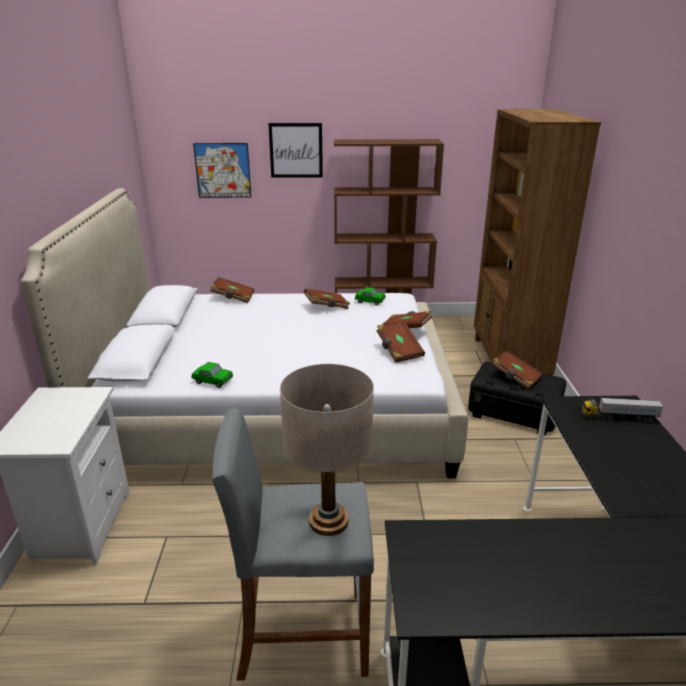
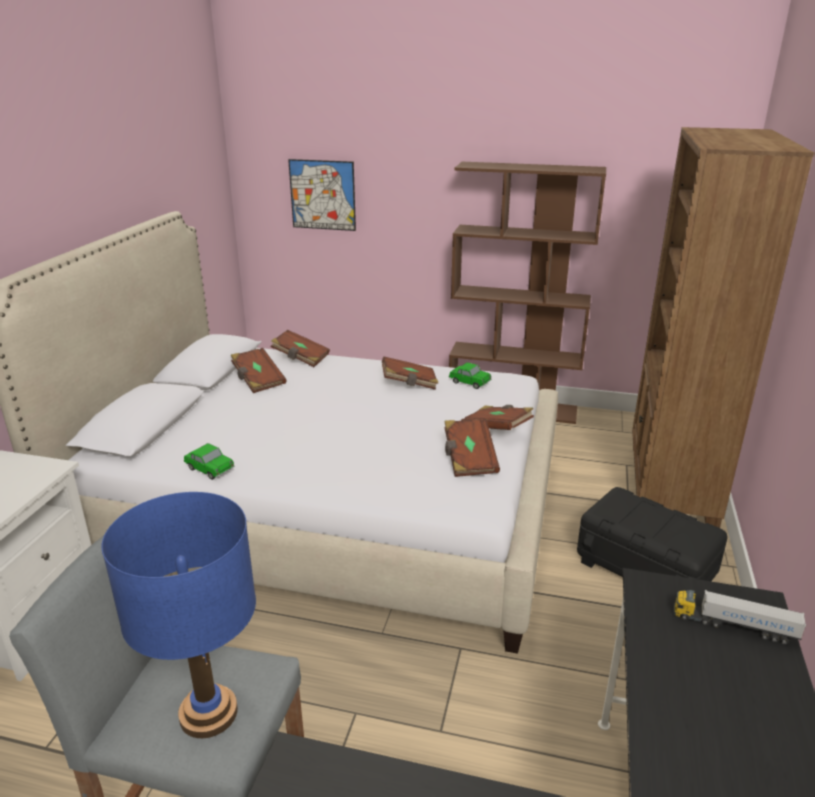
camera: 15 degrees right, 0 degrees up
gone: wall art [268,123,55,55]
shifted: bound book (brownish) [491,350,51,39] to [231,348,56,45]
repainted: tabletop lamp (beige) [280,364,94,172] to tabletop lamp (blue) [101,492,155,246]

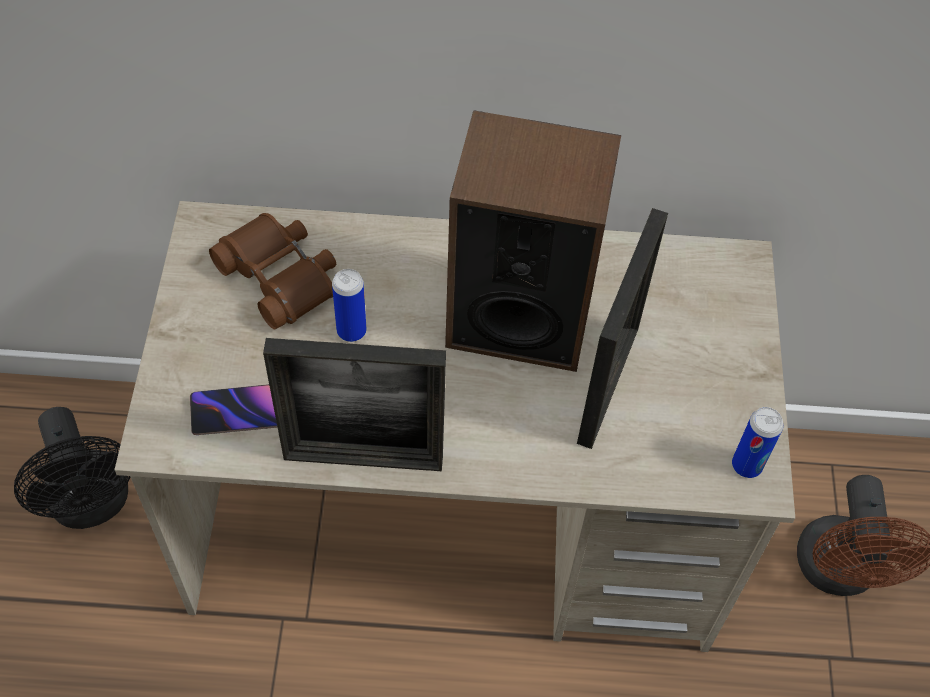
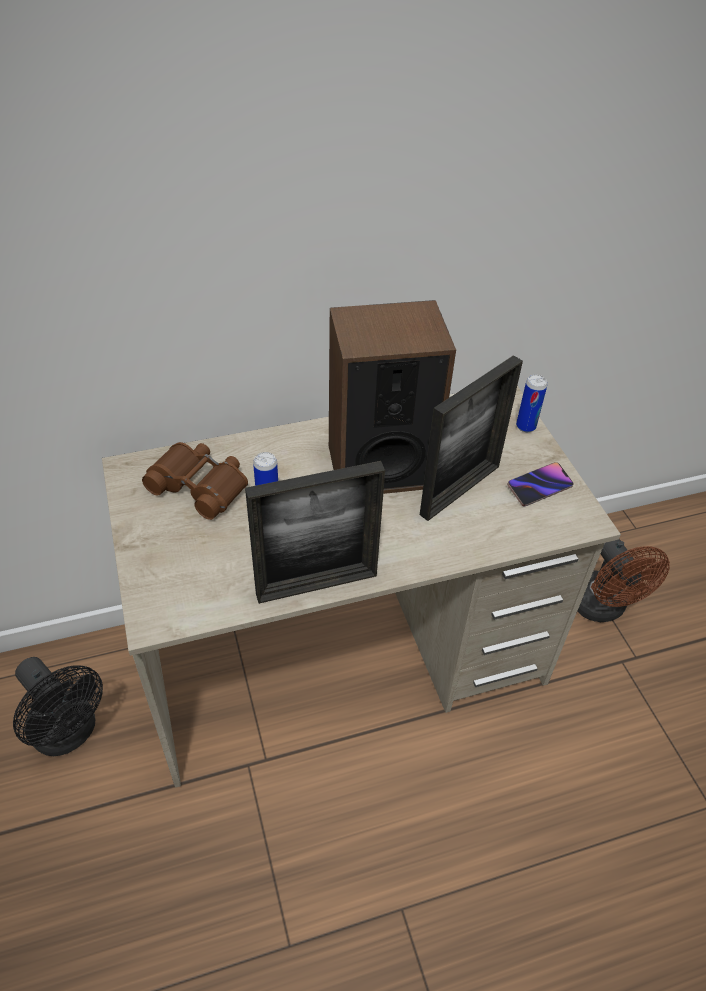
camera: 20 degrees left, 10 degrees down
shifted: telephone [190,384,88,51] to [507,462,67,45]; can [732,407,51,71] to [516,375,31,57]
rotated: standing frame [577,208,91,241] = [420,355,103,166] 45 degrees clockwise

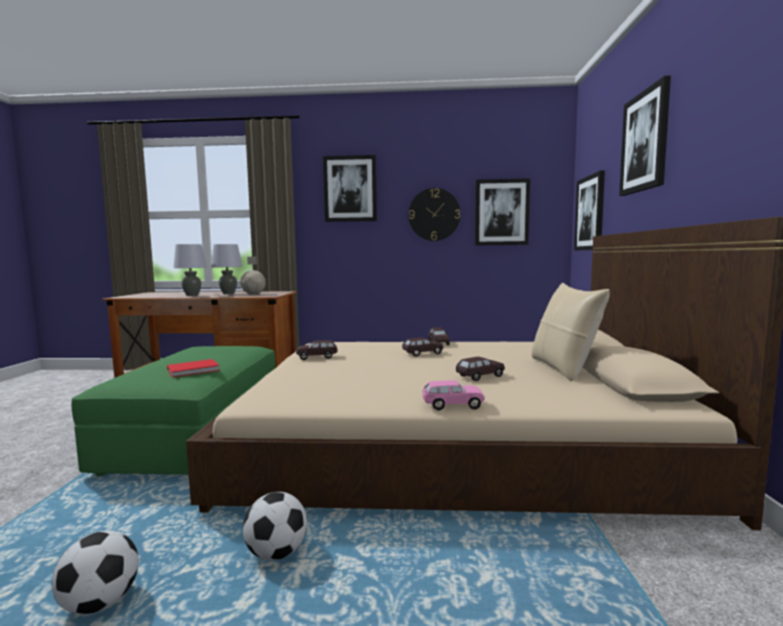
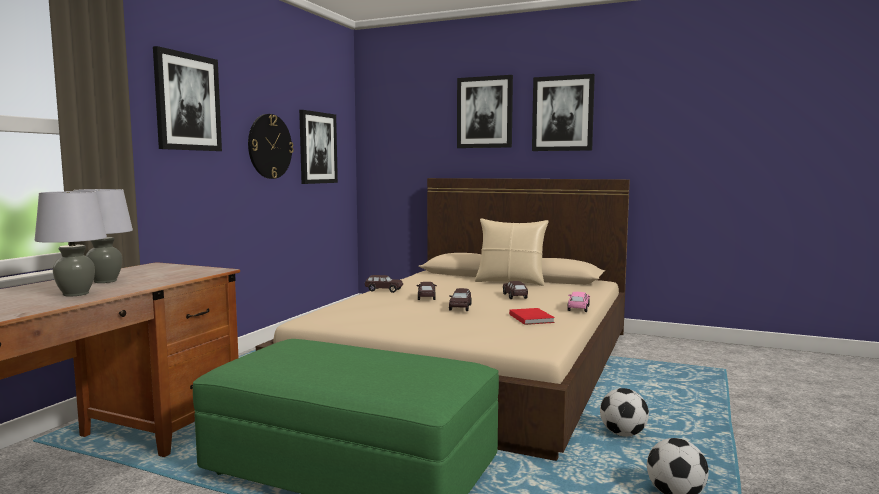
camera: 70 degrees left, 0 degrees up
gone: globe [240,257,26,38]
shifted: bound book (red-coloured) [167,359,53,19] to [509,308,46,17]; toy car (brownish) [296,340,41,20] to [449,288,23,23]; wall art [574,170,31,81] to [532,74,63,77]

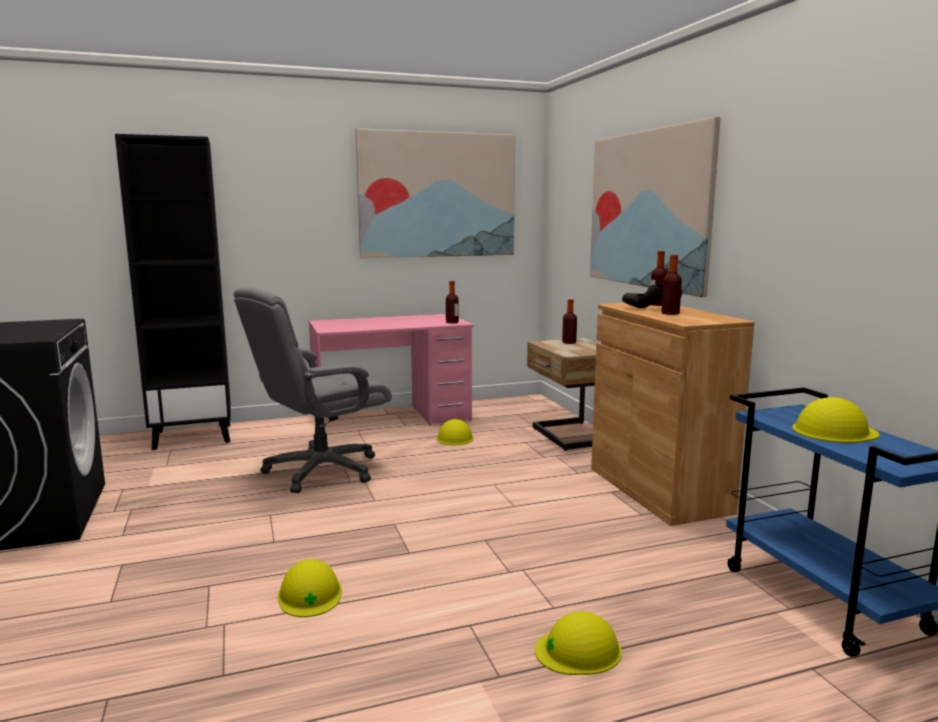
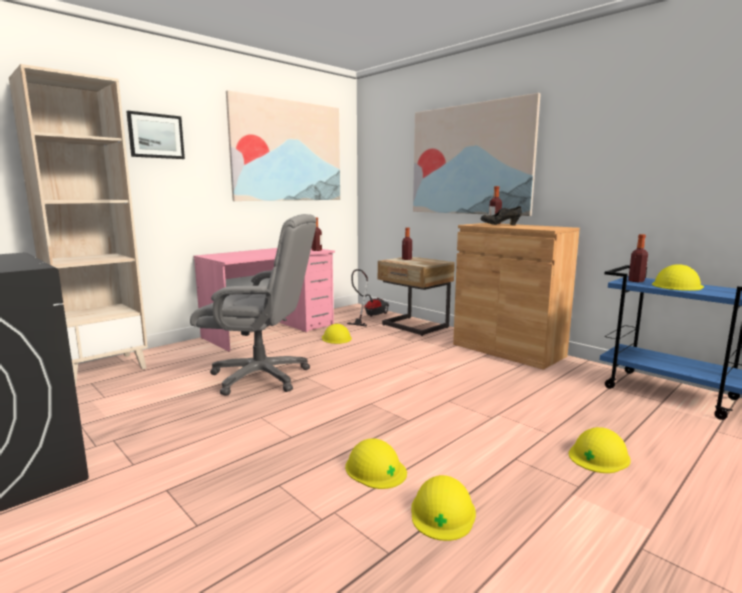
camera: 25 degrees left, 0 degrees up
new: wall art [126,111,59,48]; vacuum cleaner [347,269,42,57]; safety helmet (yellow-coloured) [411,475,65,66]
shifted: drink bottle [662,255,20,60] to [628,234,20,48]
repainted: bookshelf (black-coloured) [115,134,116,316] to bookshelf (beige) [9,64,139,322]
rotated: computer chair (greyish) [233,287,159,206] = [190,214,127,182] 105 degrees counterclockwise

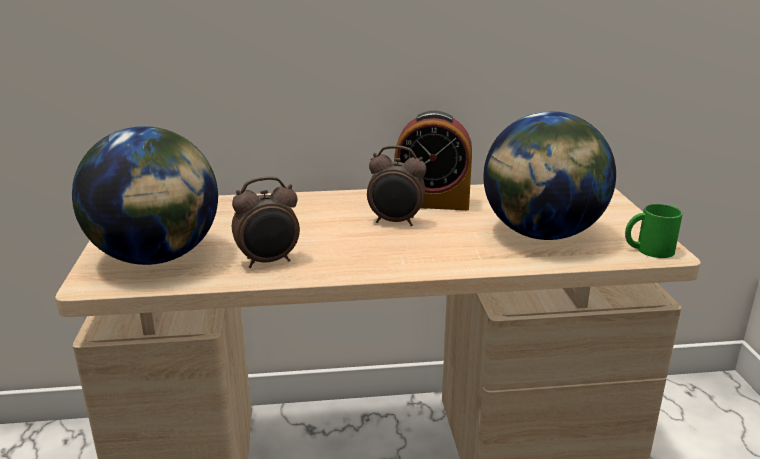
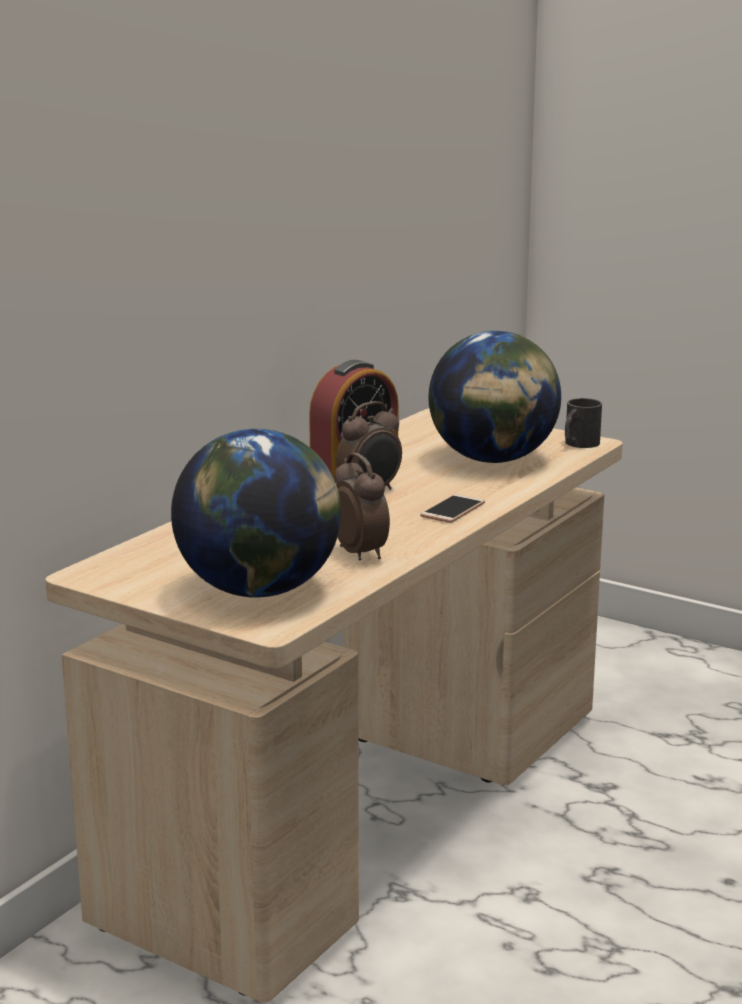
camera: 50 degrees left, 5 degrees down
new: telephone [420,494,65,29]
repainted: mug (greenish) [625,204,58,54] to mug (black-coloured) [565,398,37,50]
rotated: alarm clock [232,176,68,92] = [335,453,55,108] 45 degrees counterclockwise

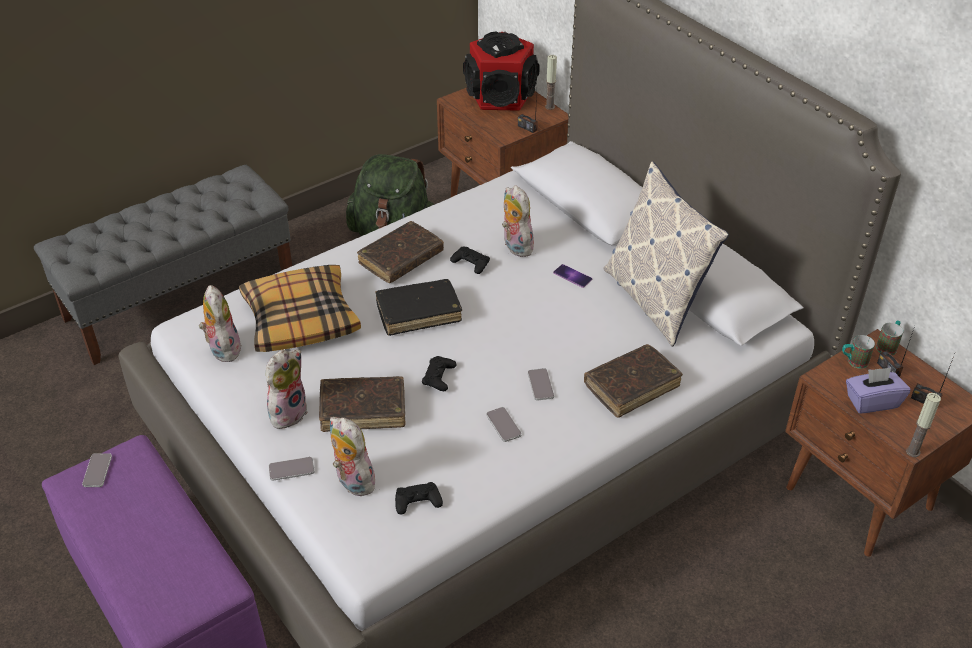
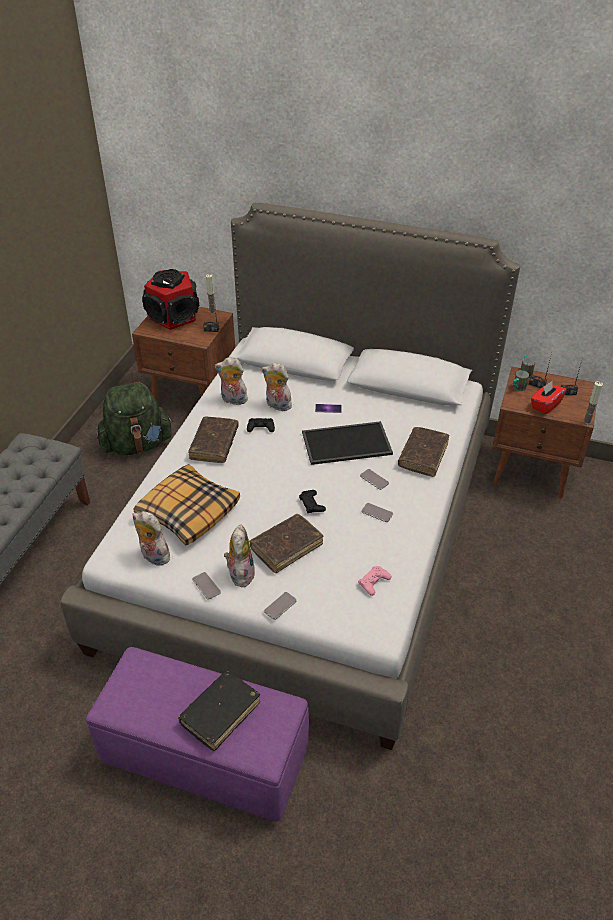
camera: 35 degrees left, 0 degrees up
gone: cushion [603,161,126,186]
new: serving tray [302,421,91,44]
shifted: telephone [82,453,30,34] to [192,572,29,28]; cuddly toy [330,417,45,79] to [215,358,33,47]; bound book (black-coloured) [375,279,87,57] to [178,671,82,80]
repainted: gamepad (black-coloured) [395,482,48,33] to gamepad (pink) [358,566,34,30]; tissue box (purple) [846,367,65,47] to tissue box (red-coloured) [531,381,36,34]

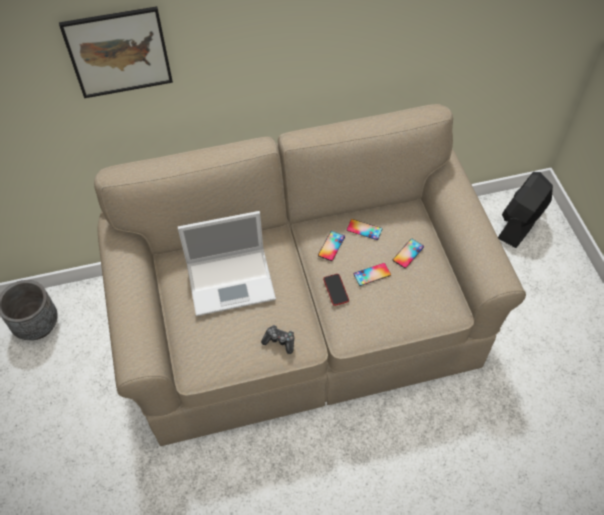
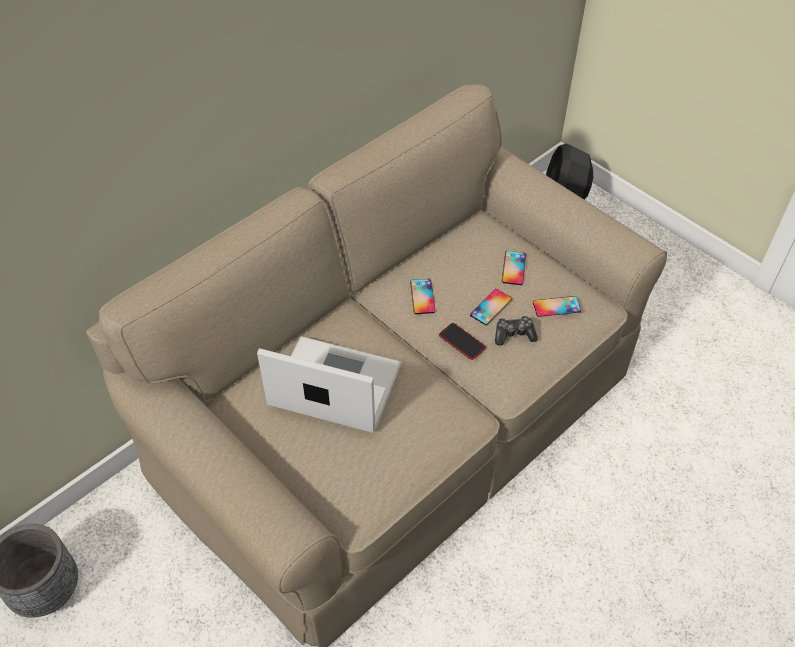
camera: 30 degrees left, 5 degrees down
gone: wall art [59,6,114,92]
shifted: gamepad [261,325,33,29] to [495,316,43,30]; telephone [347,219,35,21] to [533,296,48,21]
rotated: notebook computer [178,211,98,105] = [257,336,144,97] 120 degrees counterclockwise

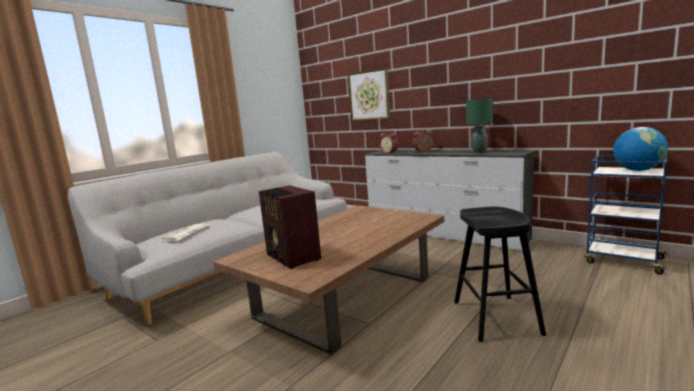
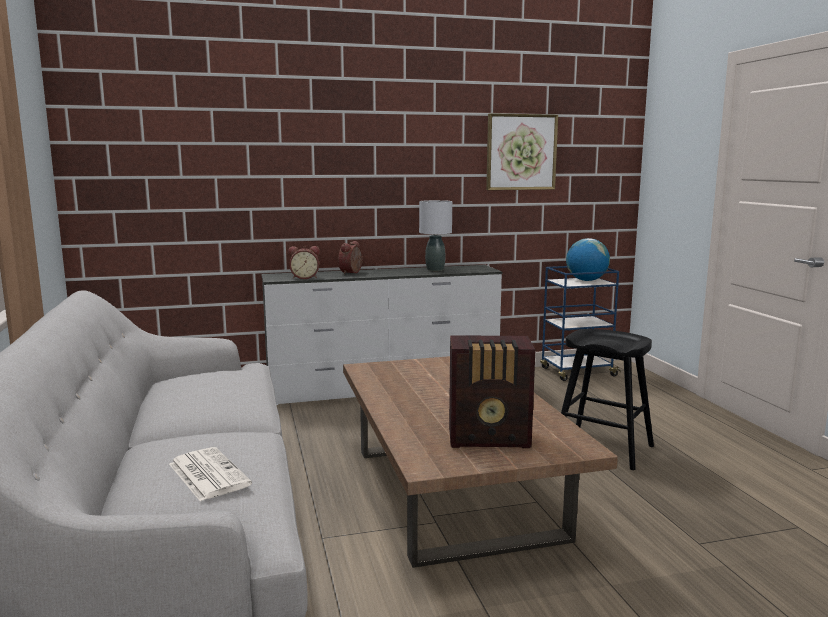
camera: 55 degrees left, 0 degrees up
shifted: wall art [348,68,42,53] to [486,113,72,77]
repainted: tabletop lamp (greenish) [466,98,27,55] to tabletop lamp (greyish) [419,200,33,71]

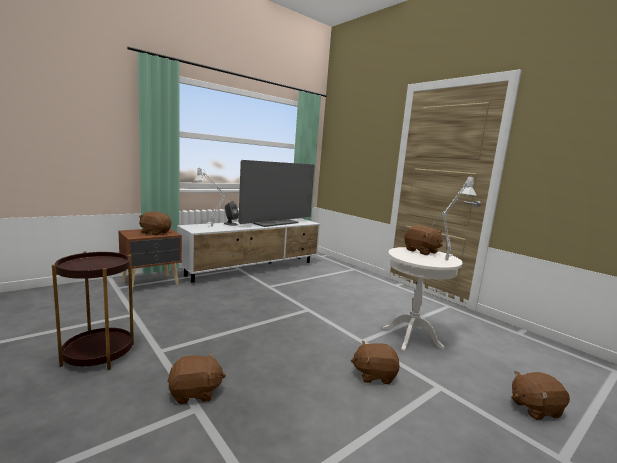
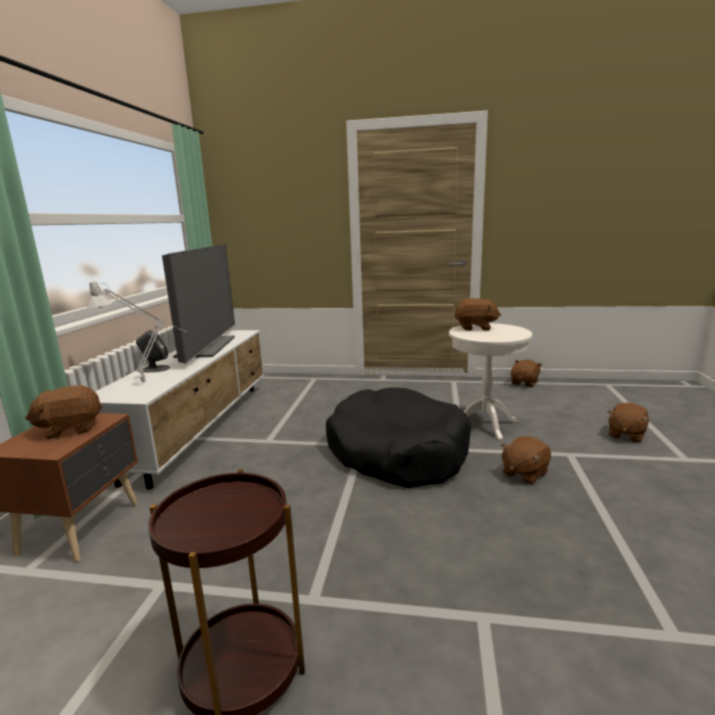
camera: 40 degrees left, 5 degrees up
gone: tabletop lamp (greyish) [431,177,46,84]
new: dog cushion (black-coloured) [326,388,145,100]
shifted: cuddly toy (brownish) [167,353,59,51] to [511,360,31,27]

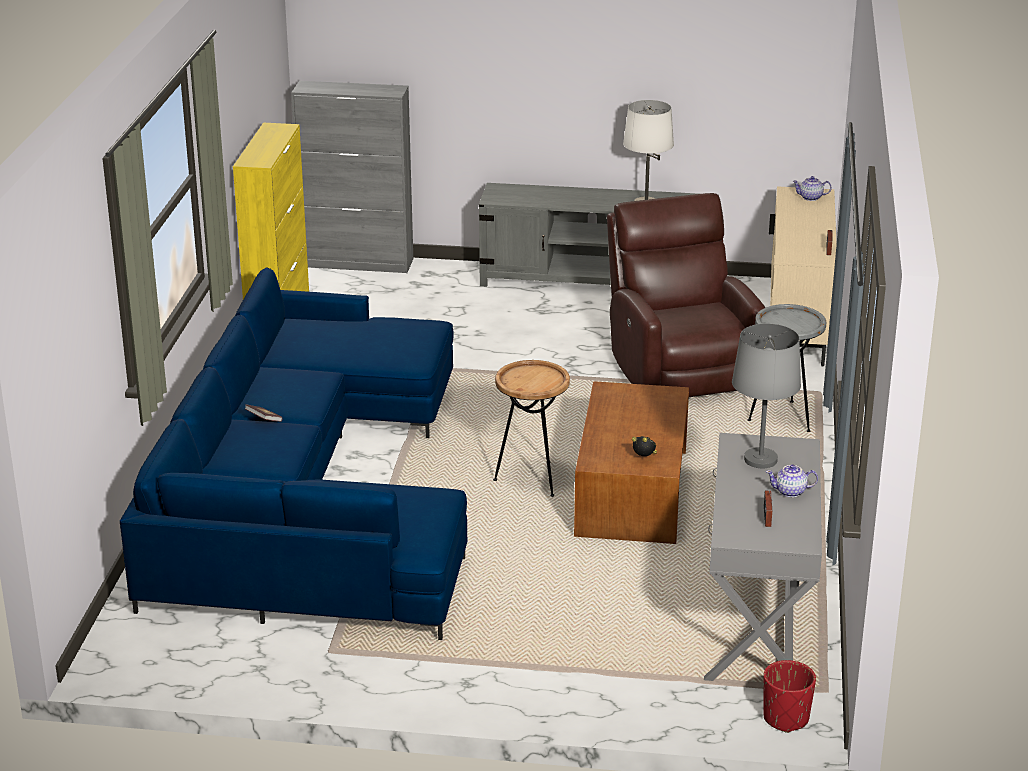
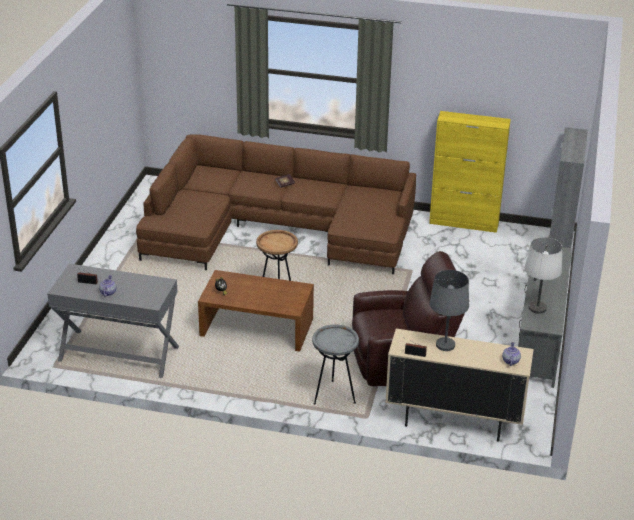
camera: 95 degrees right, 5 degrees up
gone: flower pot (red-coloured) [763,660,53,73]
shifted: tabletop lamp (greyish) [732,324,69,144] to [429,270,40,81]
repainted: couch (blue) [120,267,347,373] to couch (brownish) [136,134,280,140]

